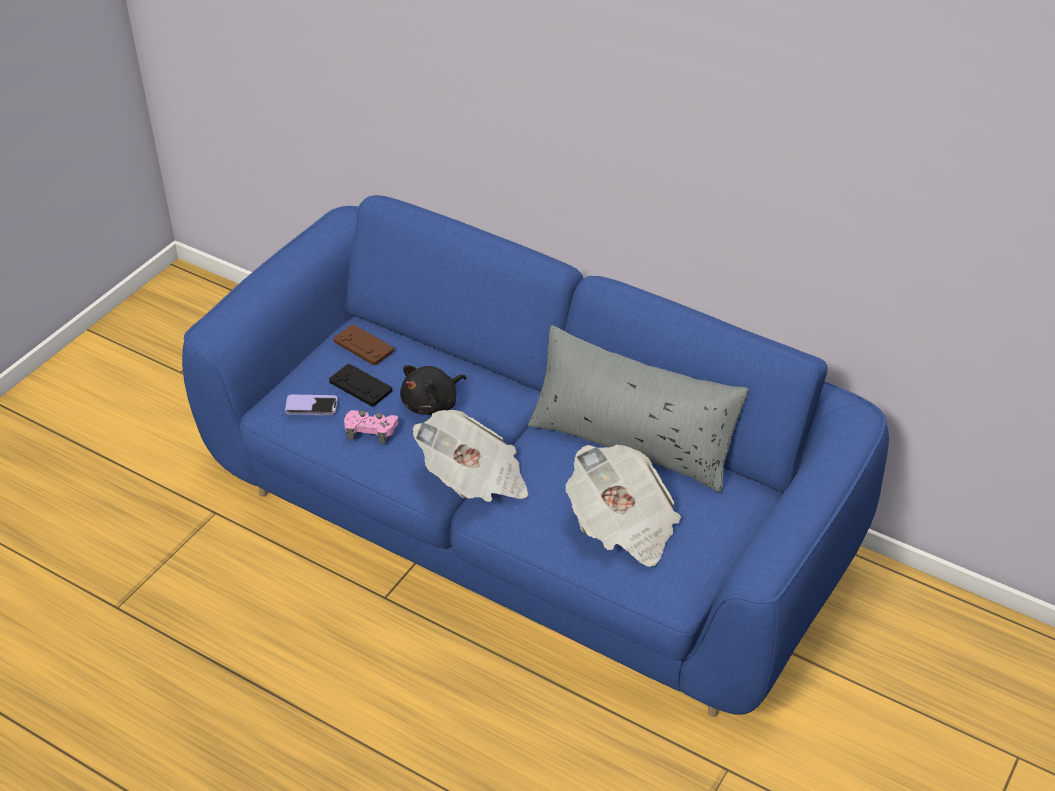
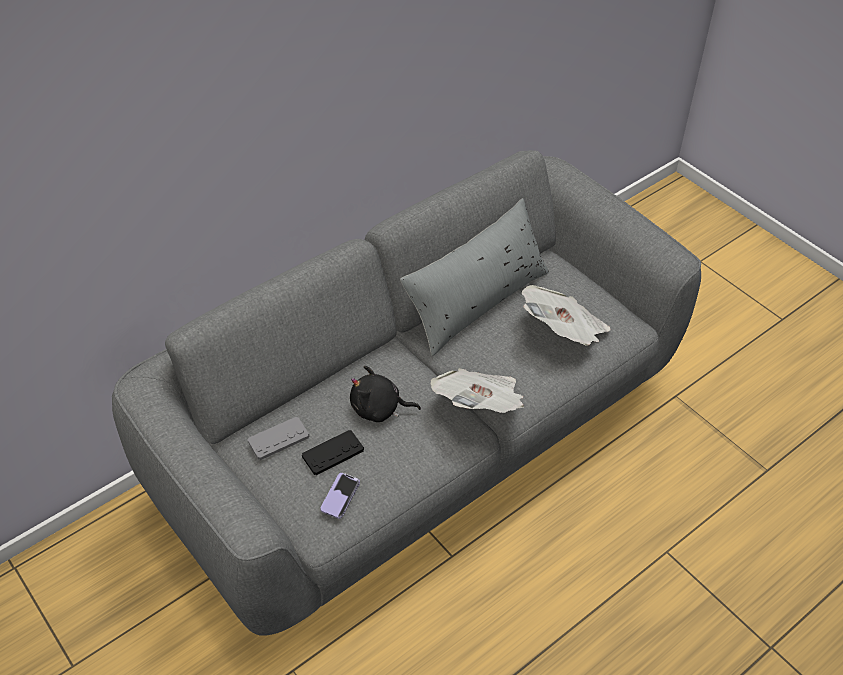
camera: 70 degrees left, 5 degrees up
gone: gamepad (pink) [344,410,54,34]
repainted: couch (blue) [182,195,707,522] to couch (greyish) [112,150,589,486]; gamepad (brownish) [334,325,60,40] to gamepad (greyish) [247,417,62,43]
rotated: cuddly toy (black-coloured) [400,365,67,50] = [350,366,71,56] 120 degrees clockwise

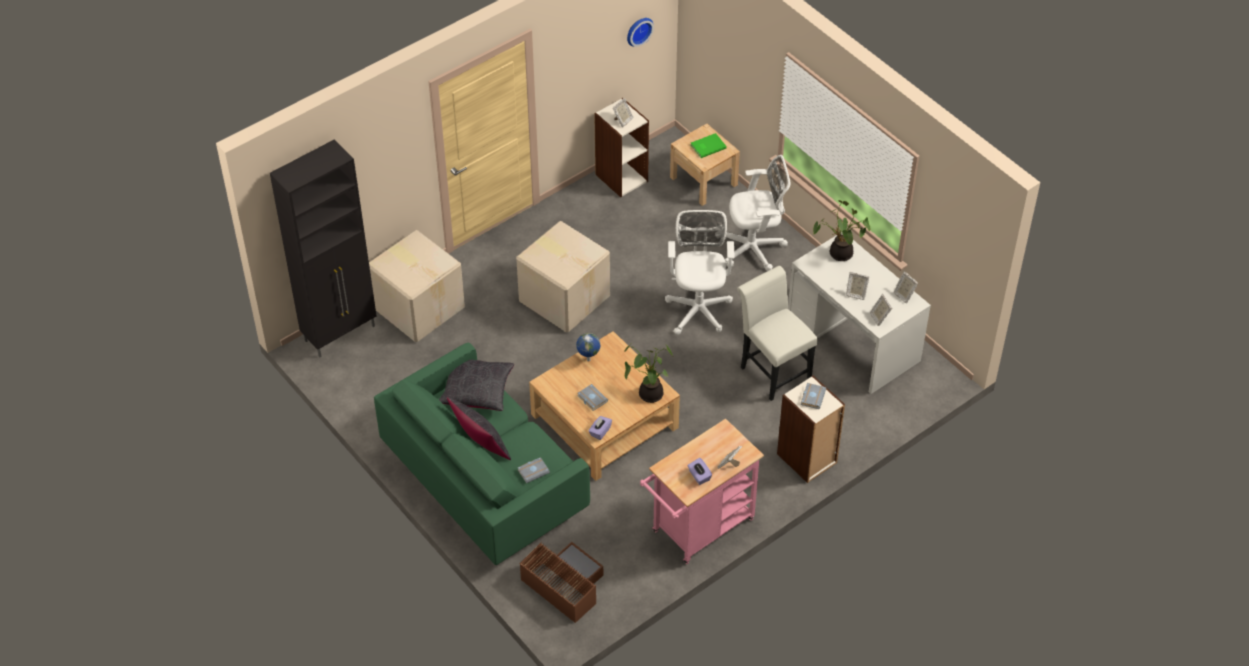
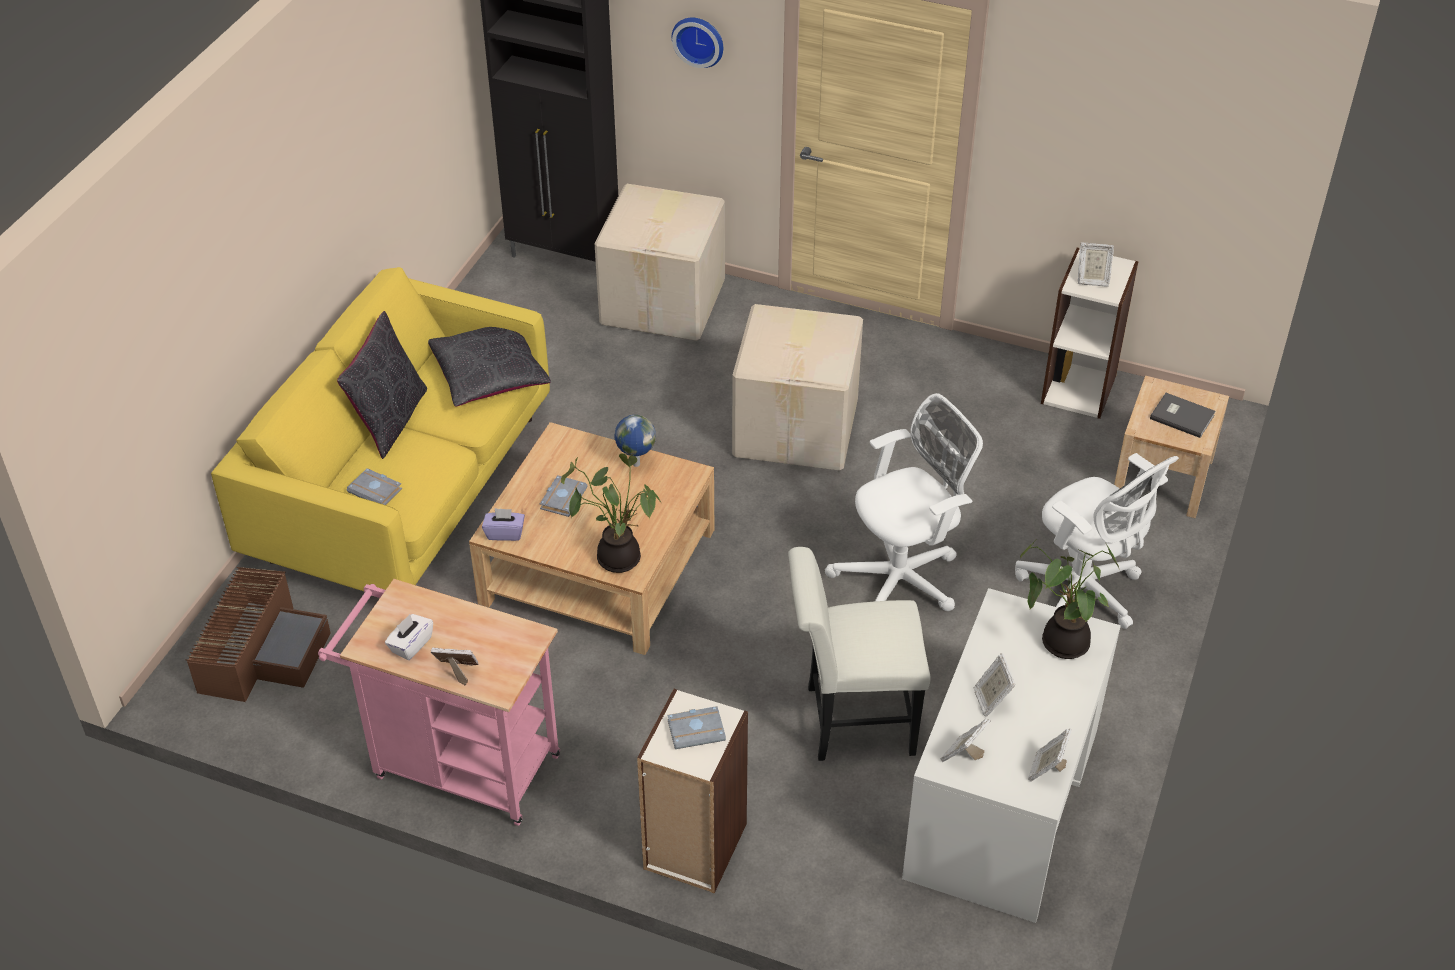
camera: 60 degrees right, 5 degrees down
shifted: hanging clock [627,18,27,29] to [672,17,51,51]
repainted: couch (greenish) [374,343,216,222] to couch (yellow-coloured) [211,267,339,324]; tissue box (purple) [688,458,24,27] to tissue box (whitish) [385,614,48,46]; bound book (greenish) [691,133,36,25] to bound book (greyish) [1150,393,66,45]
rotated: chair (whitish) [737,266,81,135] = [788,547,143,214] 120 degrees counterclockwise

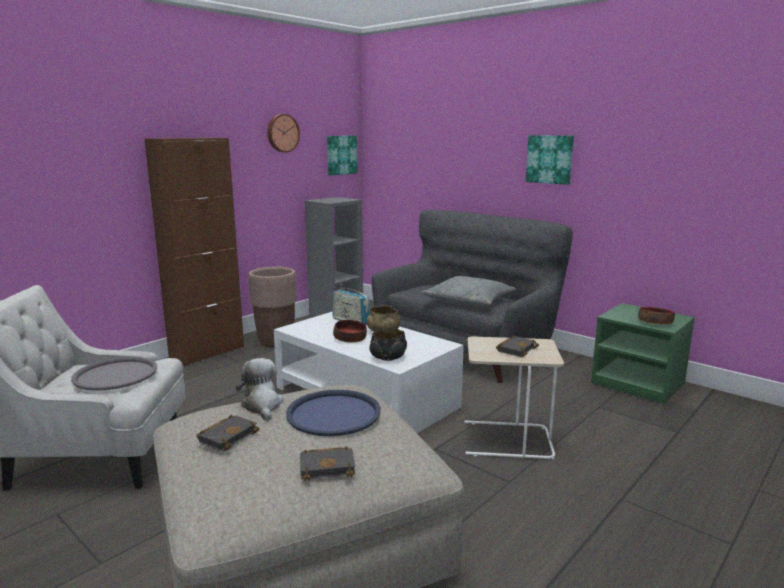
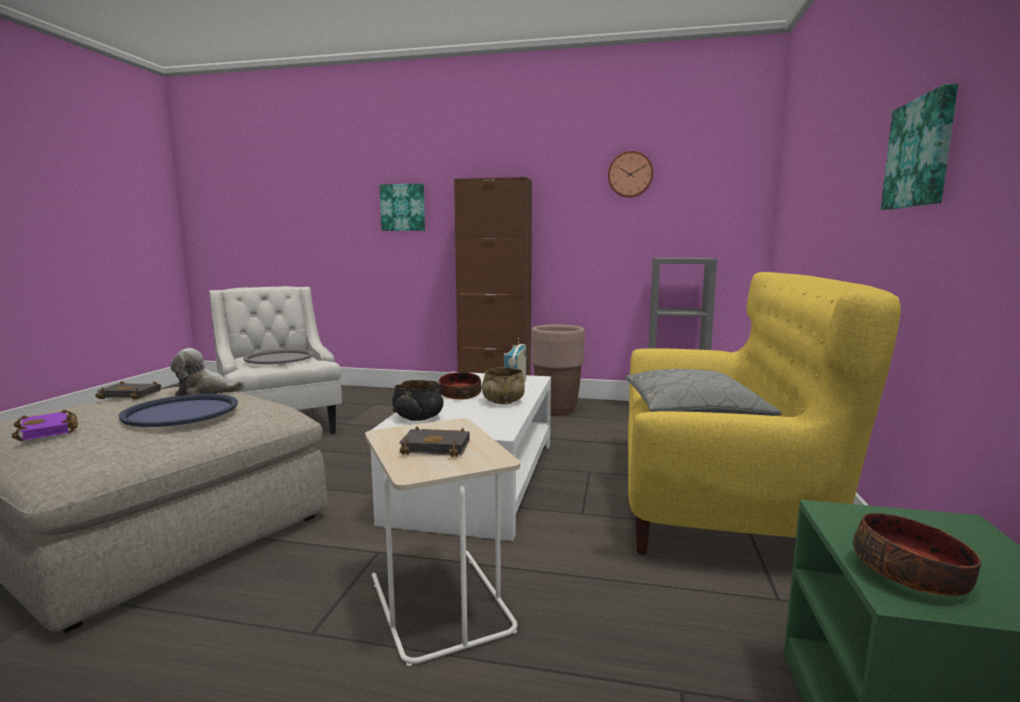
camera: 60 degrees right, 5 degrees down
shifted: wall art [327,136,31,39] to [380,183,45,48]
repainted: bound book (black-coloured) [300,446,55,35] to bound book (purple) [12,410,66,31]; couch (greyish) [372,210,201,173] to couch (yellow-coloured) [628,272,273,283]
rotated: cuddly toy [236,358,48,63] = [170,348,75,48] 135 degrees counterclockwise

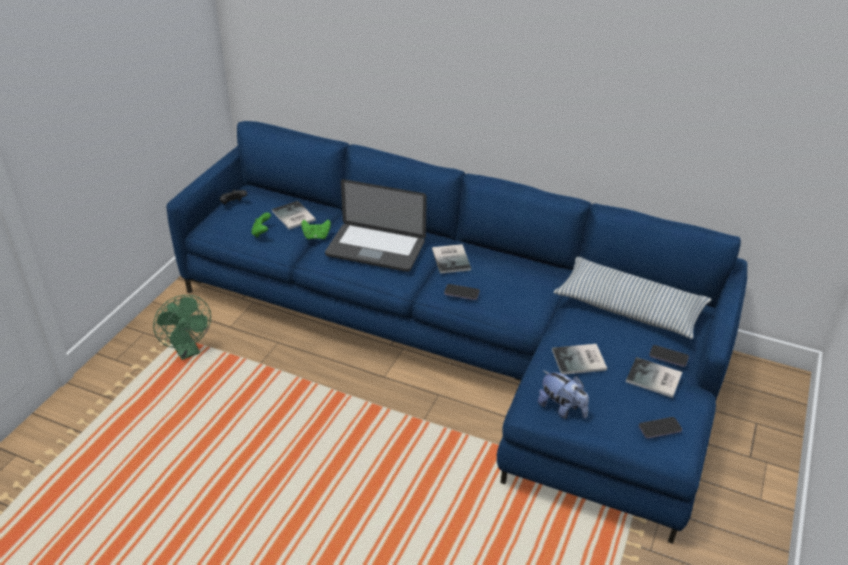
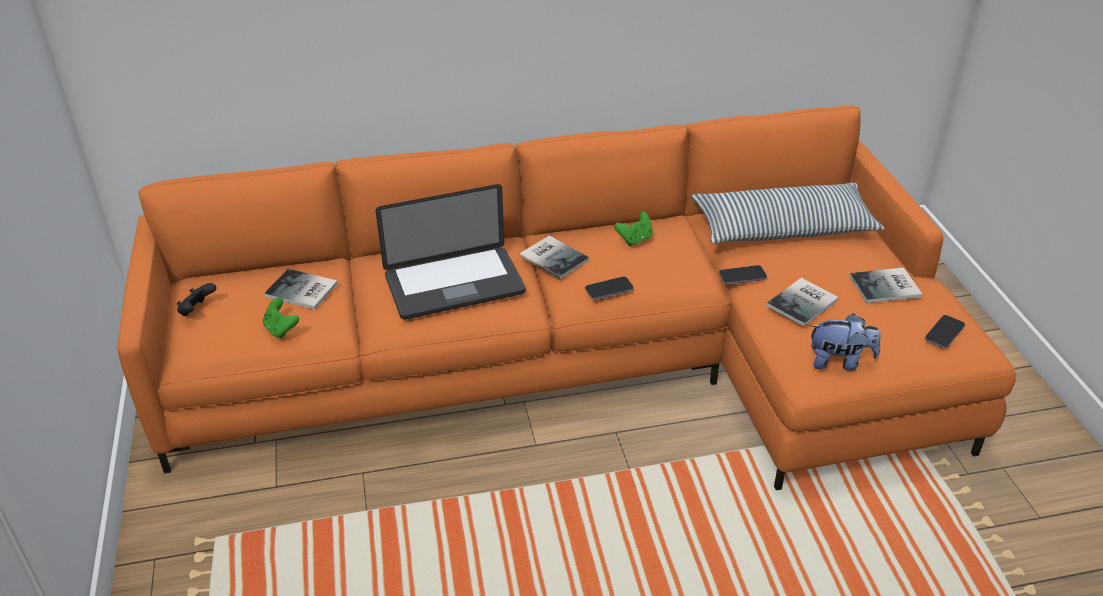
camera: 35 degrees left, 0 degrees up
gone: cooling fan (greenish) [153,295,58,65]
shifted: gamepad (greenish) [301,220,30,19] to [614,212,39,34]; telephone [649,345,40,22] to [719,265,48,19]
repainted: couch (blue) [166,121,581,423] to couch (orange) [117,105,899,385]

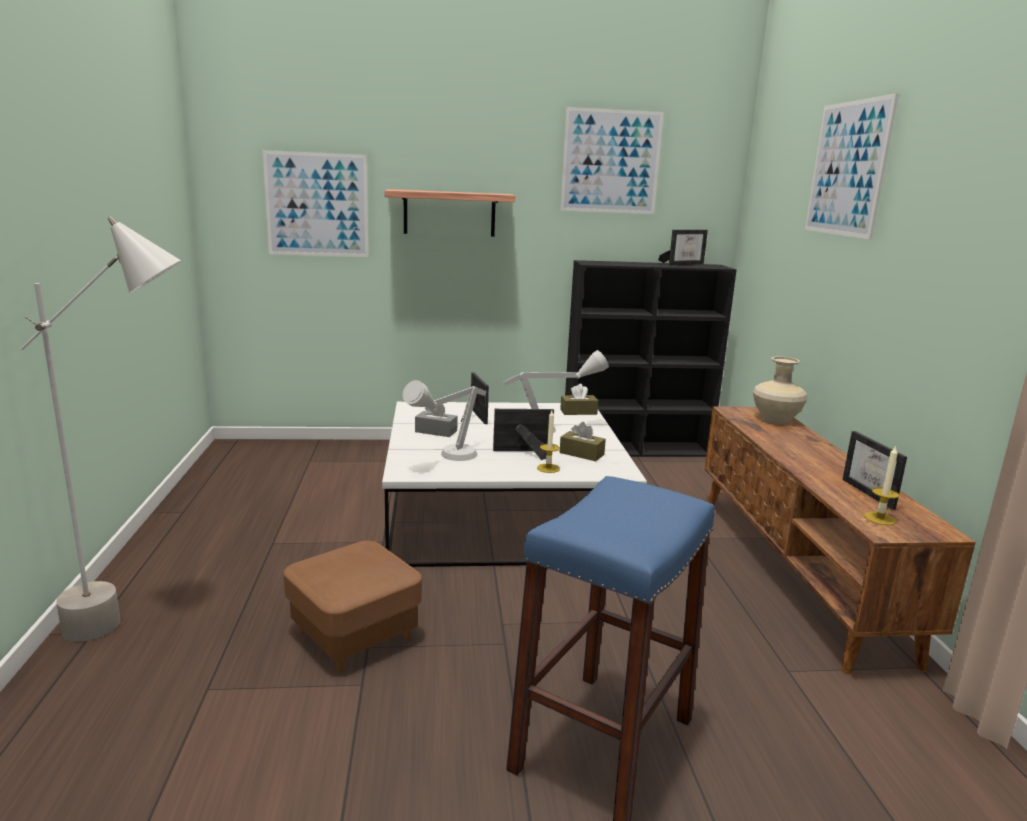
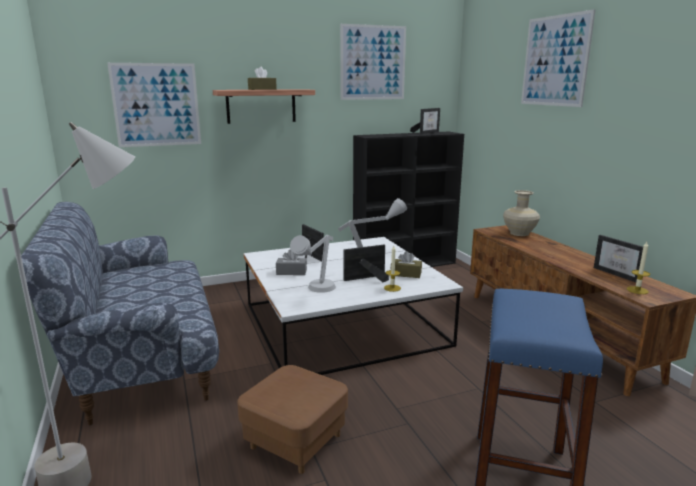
camera: 15 degrees left, 0 degrees up
new: couch [21,202,198,224]
shifted: tissue box (brownish) [560,384,38,31] to [248,67,29,23]

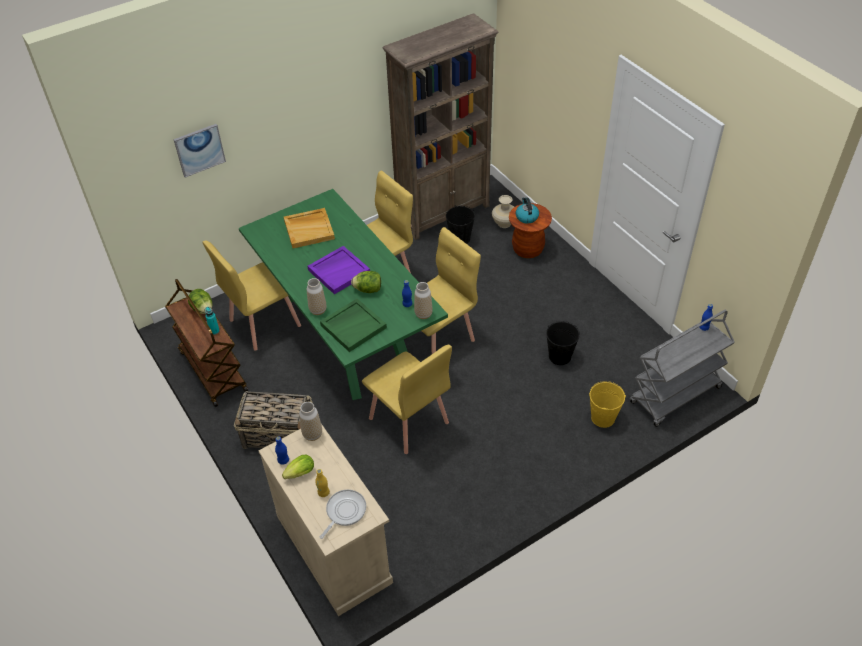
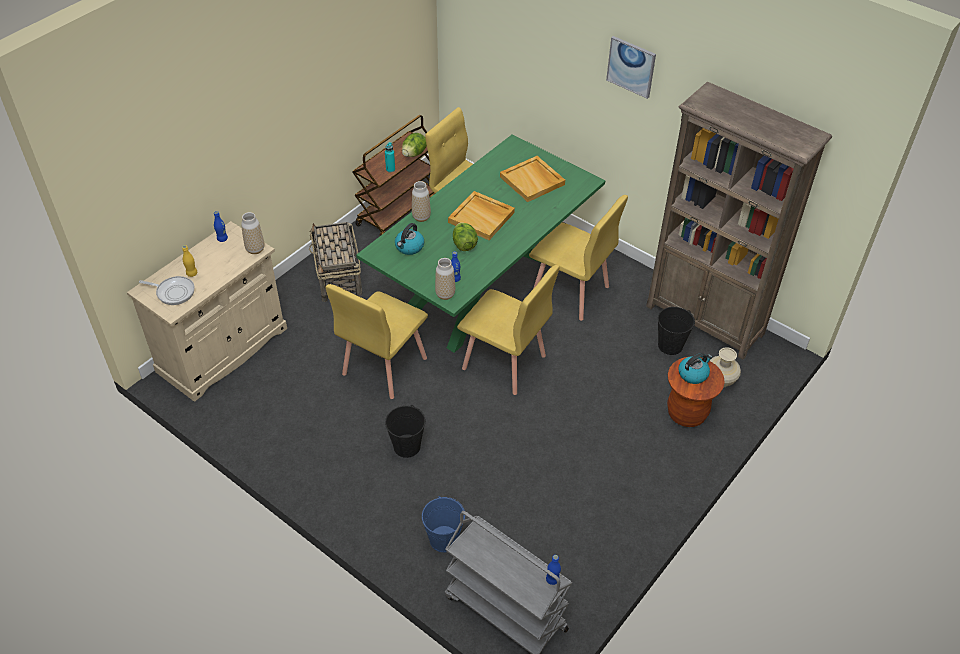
camera: 70 degrees right, 0 degrees up
gone: head of lettuce [282,455,32,24]
shifted: wall art [173,124,53,53] to [606,36,50,63]; water bucket (black-coloured) [546,321,34,44] to [385,405,41,53]
swapped: serving tray (greenish) [320,299,67,53] to tea kettle [395,223,29,32]
repainted: serving tray (purple) [308,246,62,48] to serving tray (beige) [448,191,67,49]; water bucket (yellow-coloured) [589,381,37,47] to water bucket (blue) [422,496,43,56]

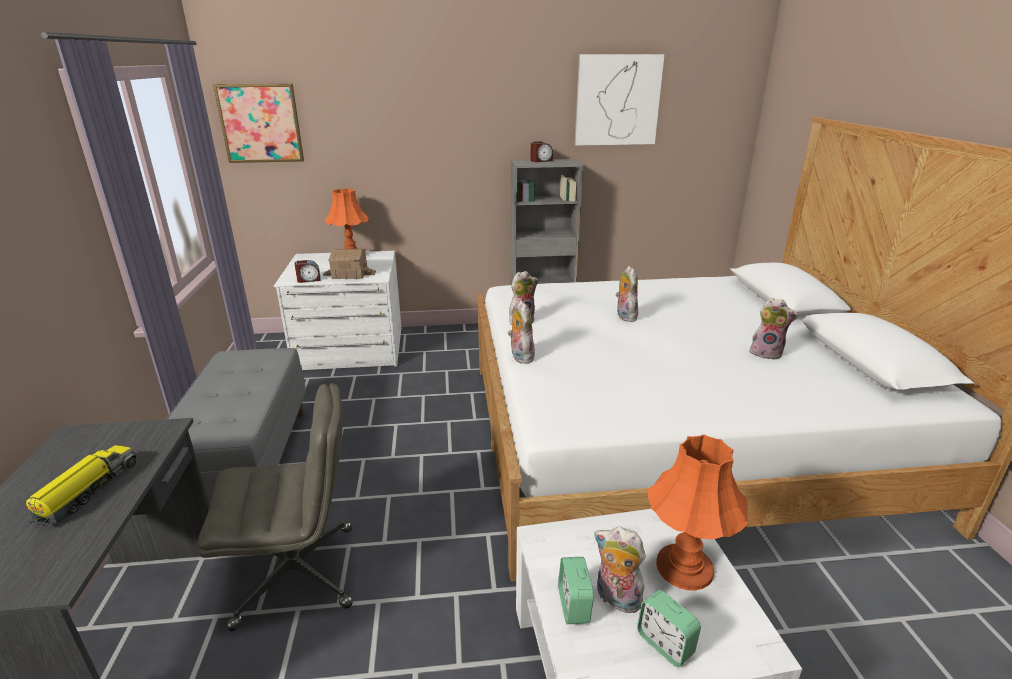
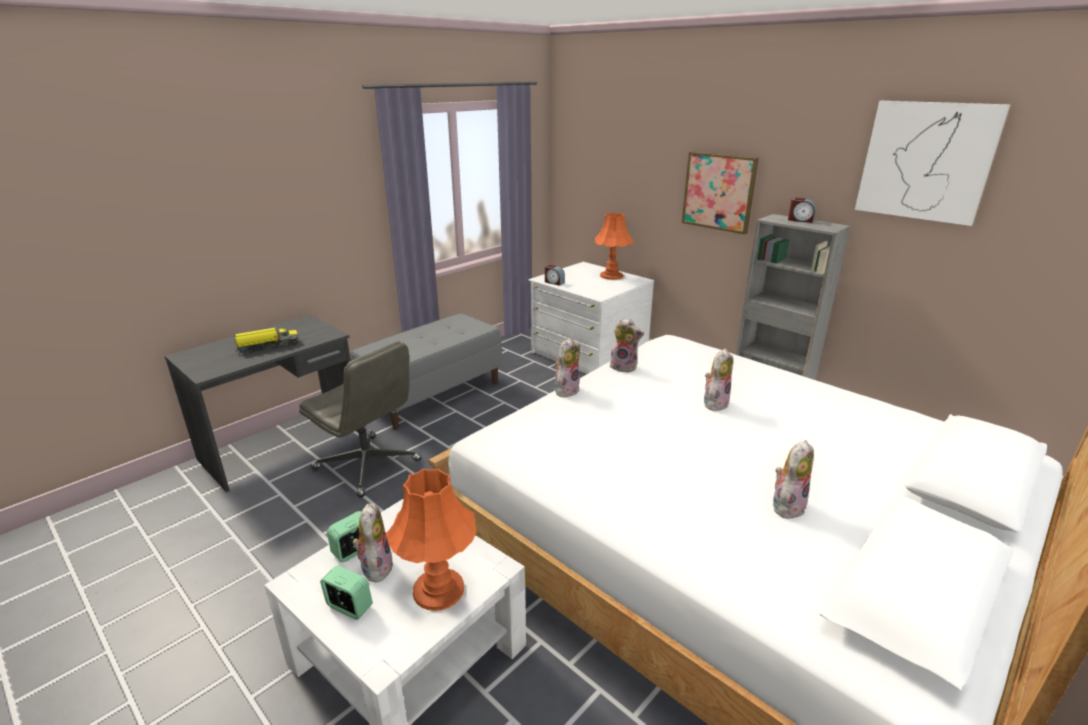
camera: 50 degrees right, 0 degrees up
gone: toy house [323,249,53,30]
shifted: wall art [213,84,91,79] to [682,151,77,83]
rotated: alarm clock [637,590,64,77] = [320,565,53,55] 105 degrees clockwise; cuddly toy [749,298,49,62] = [773,440,41,79] 120 degrees counterclockwise

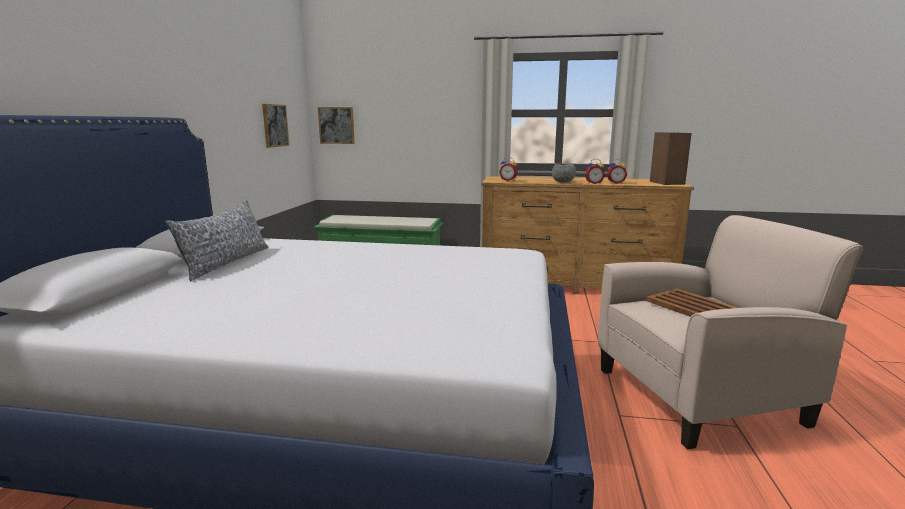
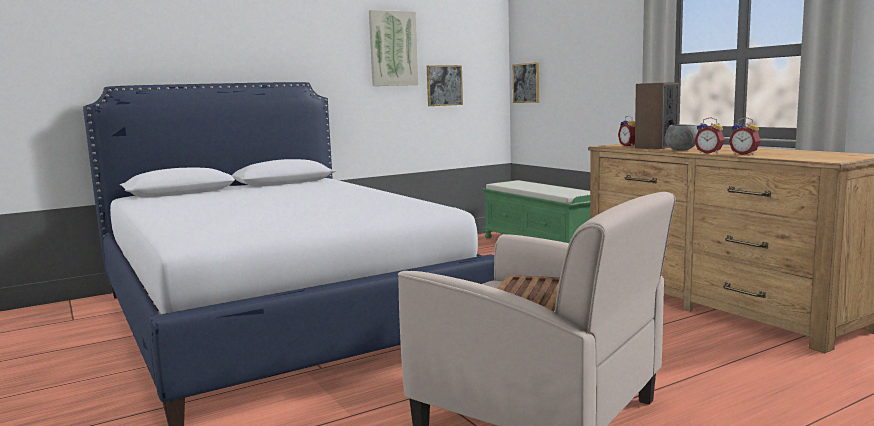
camera: 50 degrees right, 5 degrees down
gone: cushion [165,200,104,82]
new: wall art [369,10,50,76]
shifted: speaker [650,132,42,53] to [635,82,44,67]

